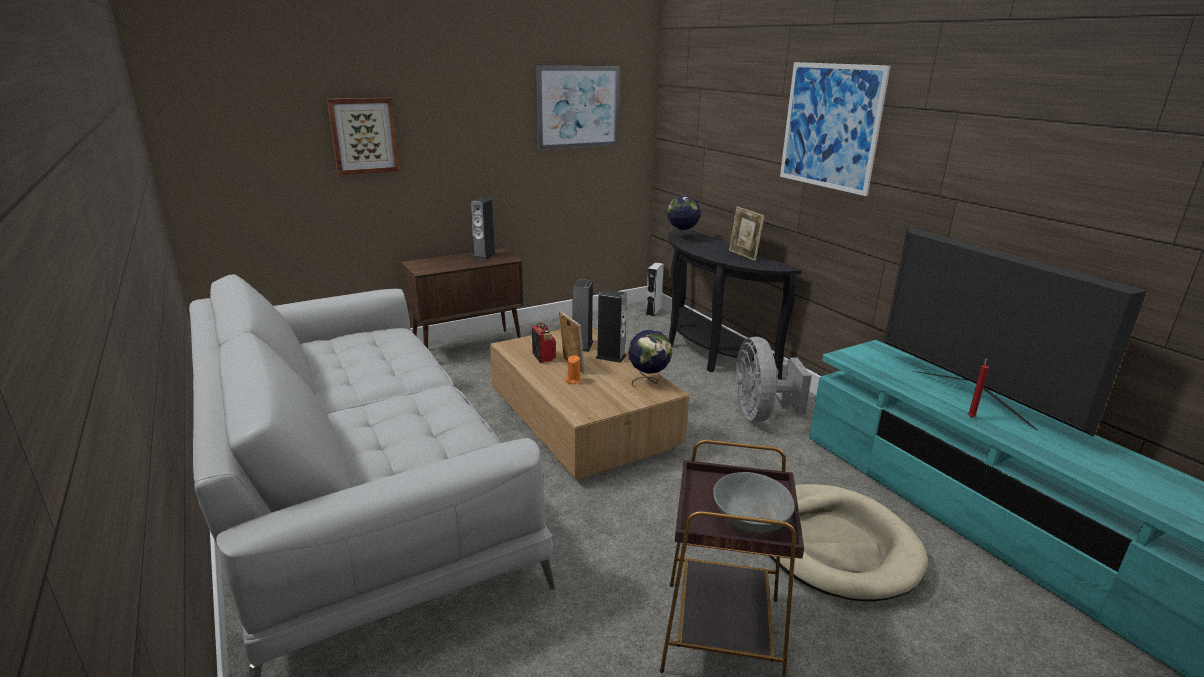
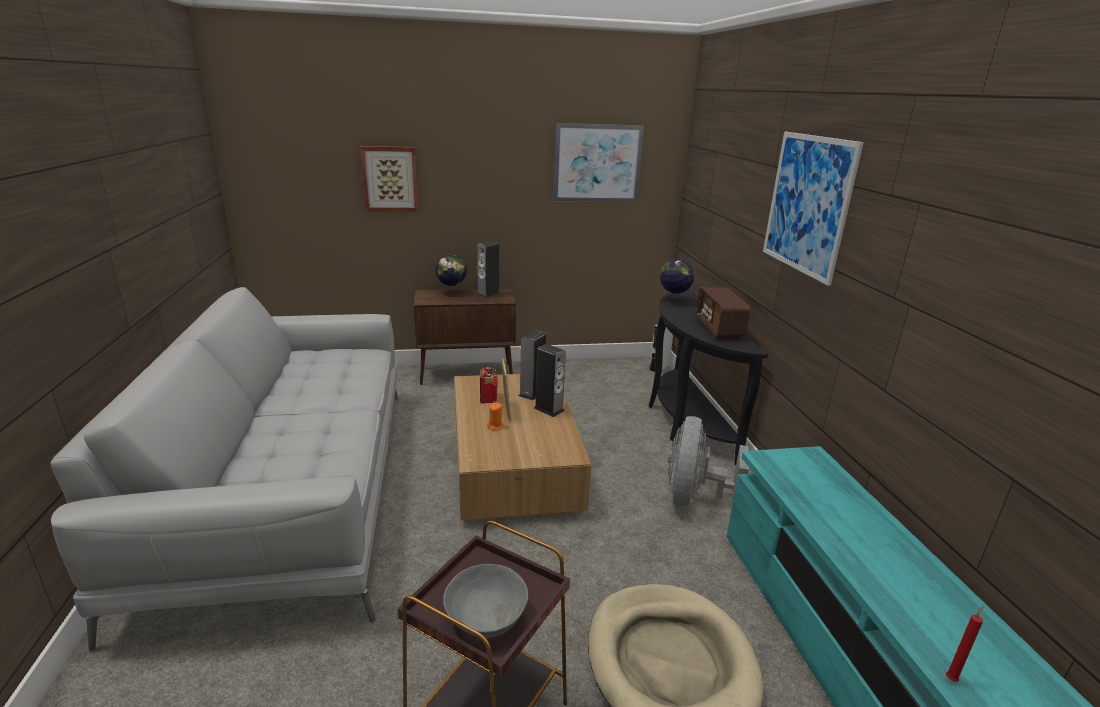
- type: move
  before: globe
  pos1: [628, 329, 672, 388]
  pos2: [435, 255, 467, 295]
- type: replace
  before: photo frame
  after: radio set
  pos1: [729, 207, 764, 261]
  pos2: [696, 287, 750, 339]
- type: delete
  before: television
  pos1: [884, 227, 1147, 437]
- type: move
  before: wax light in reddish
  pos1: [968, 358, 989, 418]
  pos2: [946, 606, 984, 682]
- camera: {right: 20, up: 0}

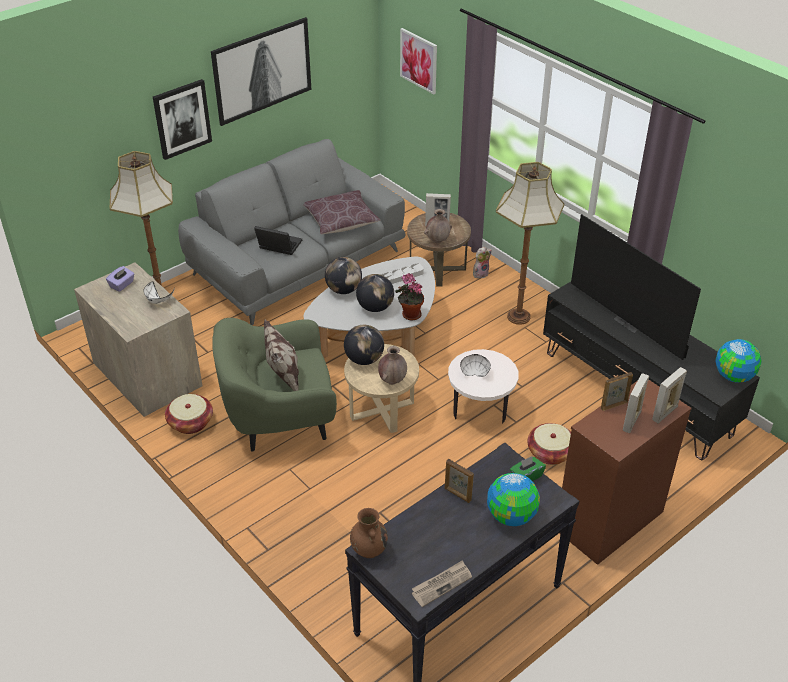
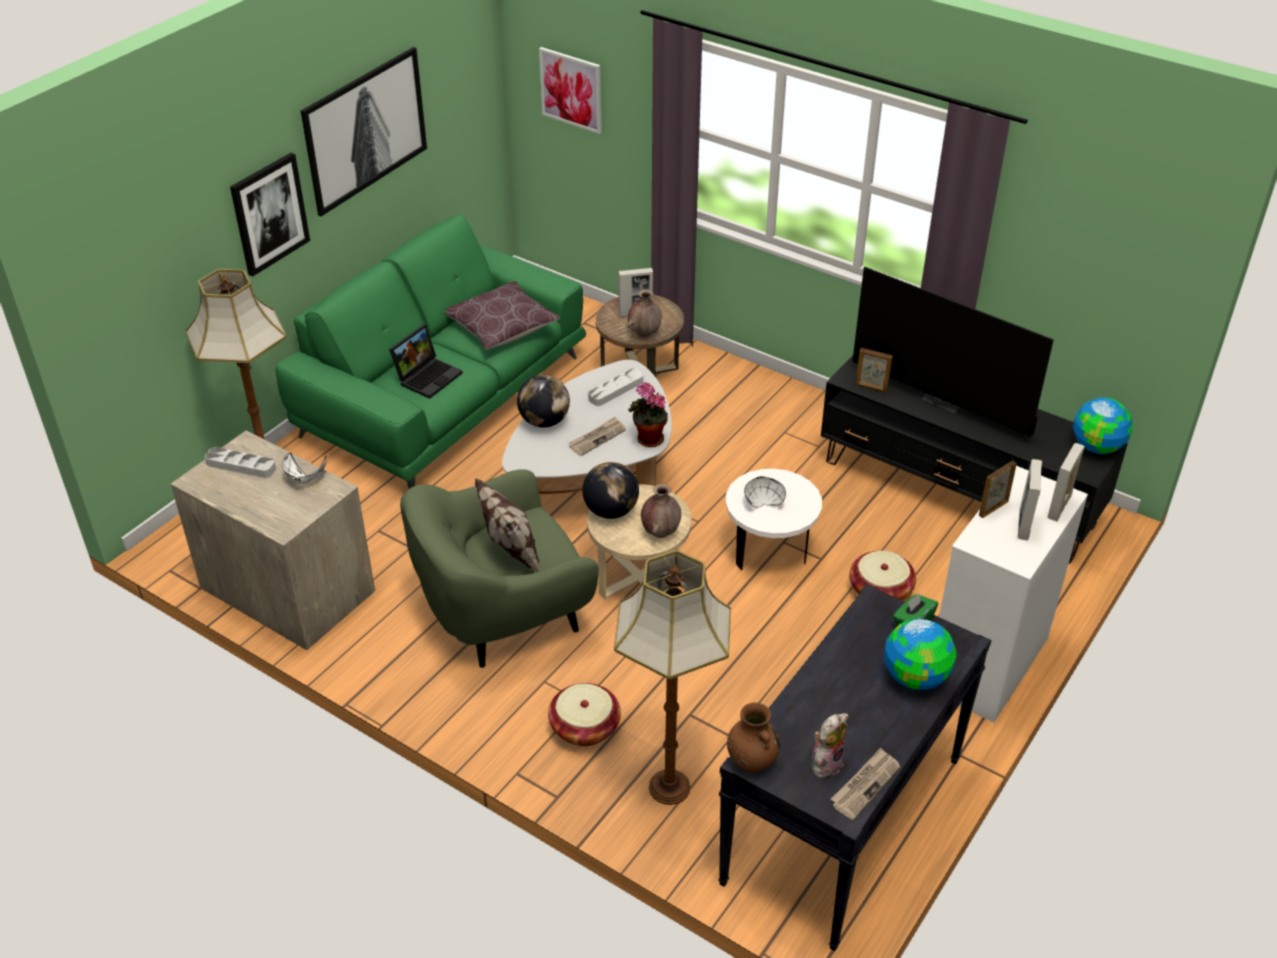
- type: replace
  before: tissue box in purple-coloured
  after: serving tray in greyish
  pos1: [106, 266, 134, 292]
  pos2: [205, 447, 276, 478]
- type: move
  before: basket
  pos1: [165, 394, 213, 434]
  pos2: [548, 683, 621, 746]
- type: recolor
  before: sofa in greyish
  after: sofa in green
  pos1: [178, 139, 406, 325]
  pos2: [276, 216, 586, 489]
- type: rotate
  before: portable computer
  pos1: [254, 226, 302, 255]
  pos2: [389, 325, 463, 399]
  turn: 120
- type: replace
  before: globe
  after: printed paper
  pos1: [356, 274, 394, 312]
  pos2: [569, 417, 626, 456]
- type: move
  before: photo frame
  pos1: [445, 459, 474, 503]
  pos2: [855, 348, 893, 392]
- type: move
  before: plush toy
  pos1: [473, 247, 492, 278]
  pos2: [811, 713, 848, 778]
- type: move
  before: standing lamp
  pos1: [496, 162, 564, 325]
  pos2: [614, 550, 731, 805]
- type: recolor
  before: chest of drawers in brown
  after: chest of drawers in whitish
  pos1: [559, 380, 692, 565]
  pos2: [939, 466, 1088, 723]
- camera: {right: -15, up: 0}

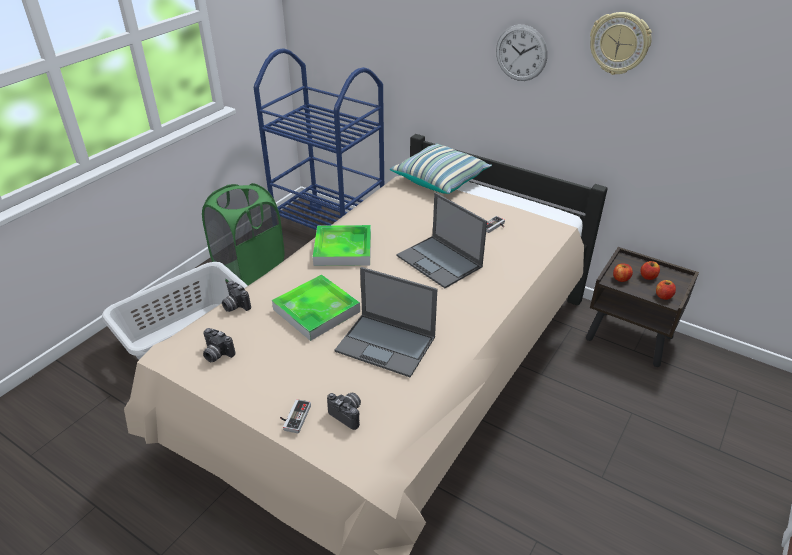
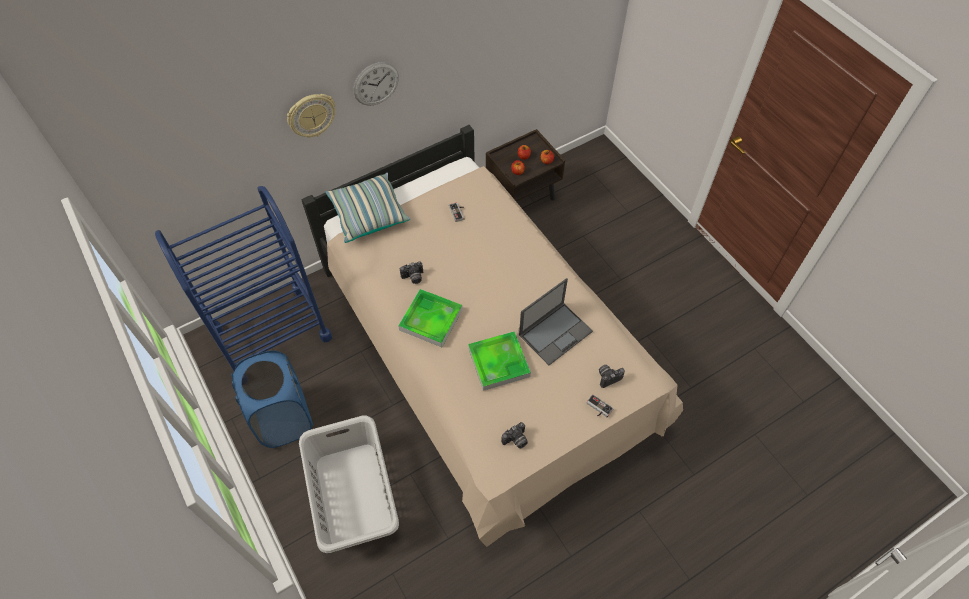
- type: recolor
  before: laundry basket in green
  after: laundry basket in blue-coloured
  pos1: [202, 183, 284, 285]
  pos2: [231, 351, 313, 448]
- type: move
  before: photo camera
  pos1: [222, 281, 251, 312]
  pos2: [400, 261, 423, 284]
- type: delete
  before: portable computer
  pos1: [397, 192, 487, 288]
- type: move
  before: wall clock
  pos1: [590, 12, 652, 75]
  pos2: [287, 94, 336, 137]
- camera: {right: -65, up: 20}

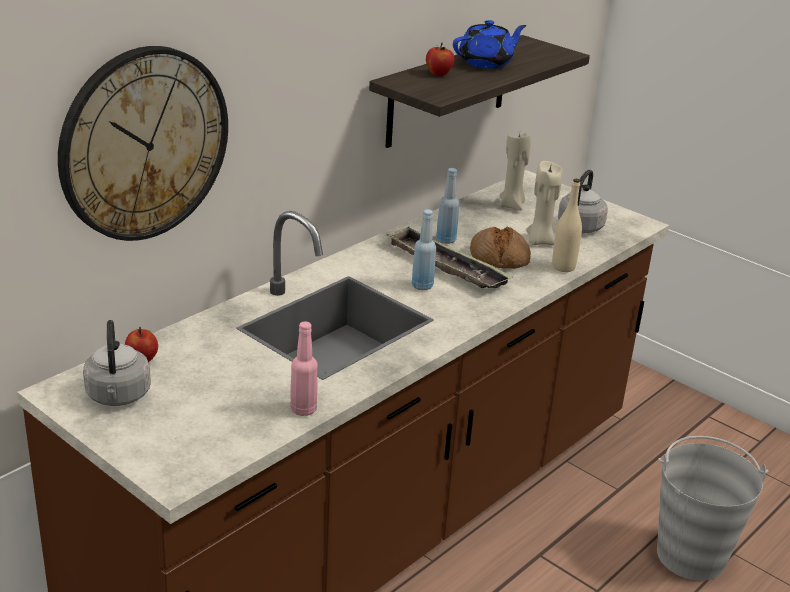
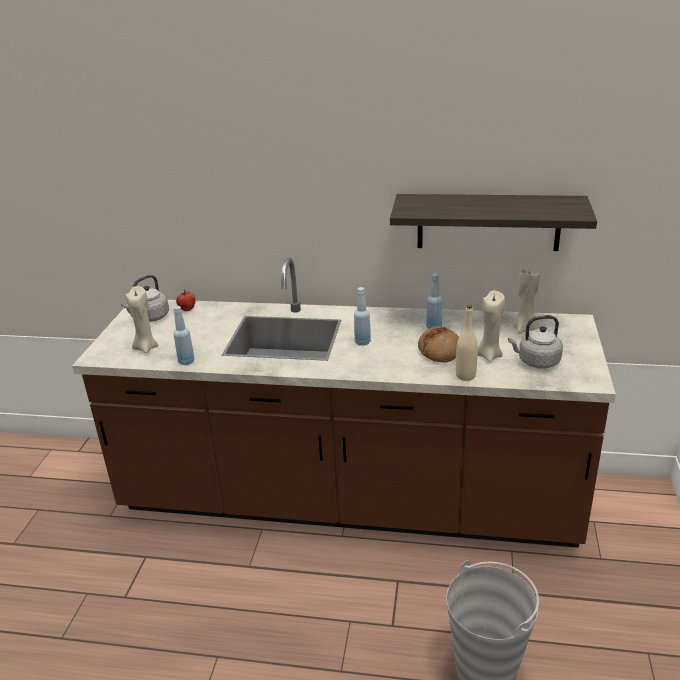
- type: delete
  before: wall clock
  pos1: [58, 46, 228, 241]
- type: recolor
  before: drink bottle in pink
  after: drink bottle in blue-coloured
  pos1: [290, 322, 318, 416]
  pos2: [173, 306, 195, 365]
- type: delete
  before: serving tray
  pos1: [386, 227, 513, 288]
- type: delete
  before: apple fruit
  pos1: [426, 43, 455, 76]
- type: delete
  before: tea pot in blue-coloured
  pos1: [453, 20, 527, 69]
- type: insert
  after: wax light in beige-coloured
  pos2: [126, 286, 158, 353]
- camera: {right: 60, up: 0}

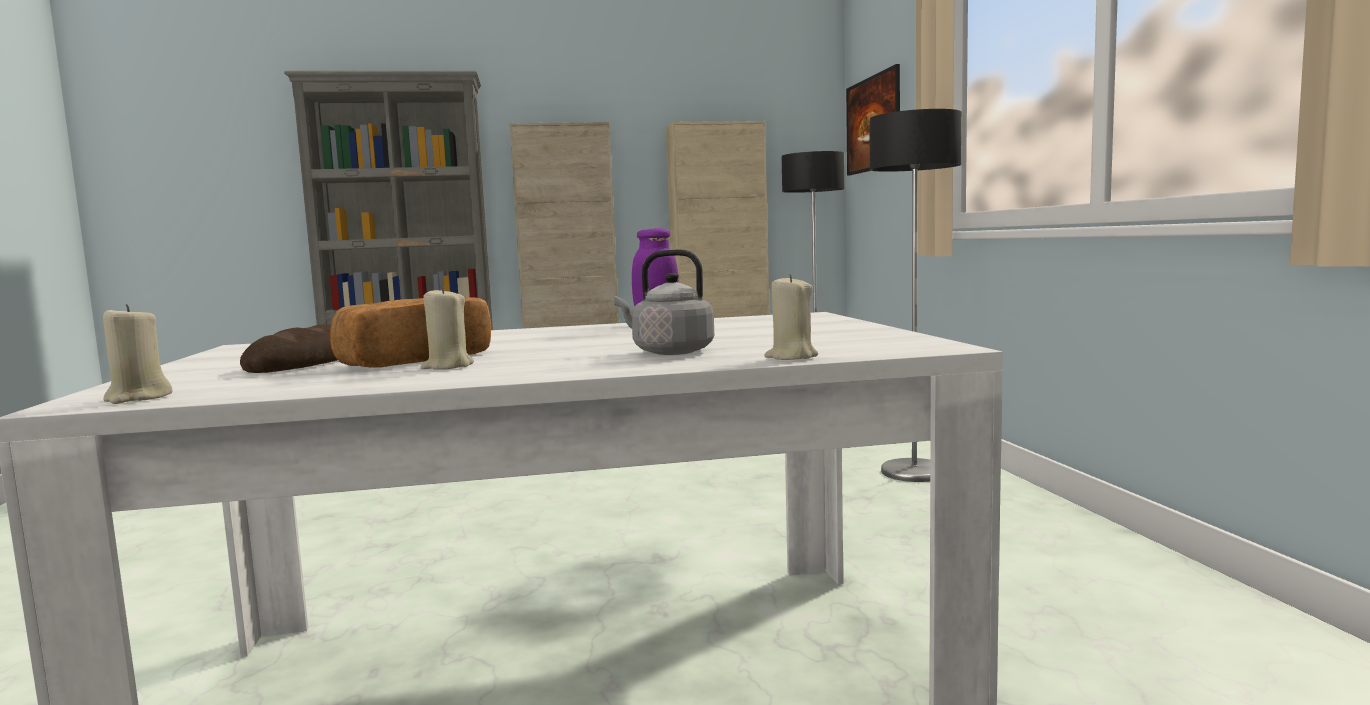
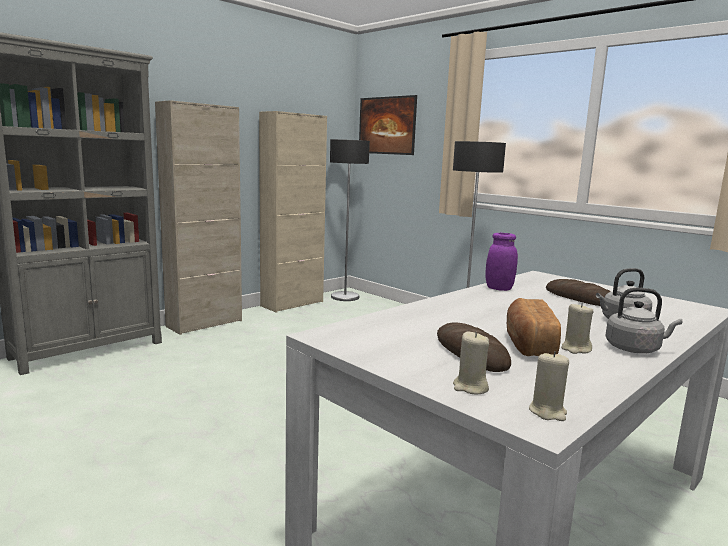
- type: move
  before: wax light in beige-coloured
  pos1: [764, 274, 818, 360]
  pos2: [453, 331, 489, 394]
- type: insert
  after: bread
  pos2: [546, 279, 611, 306]
- type: insert
  after: tea kettle in greyish
  pos2: [605, 288, 683, 353]
- camera: {right: -35, up: 5}

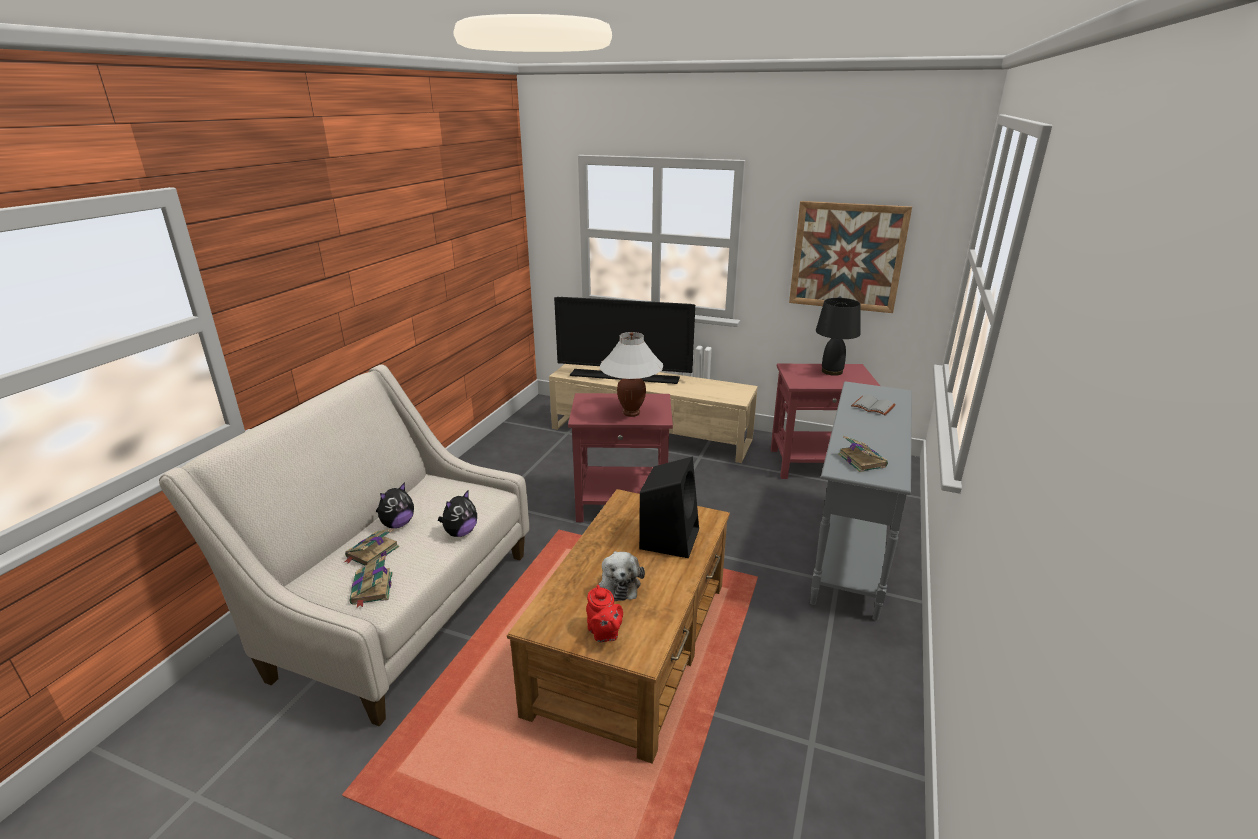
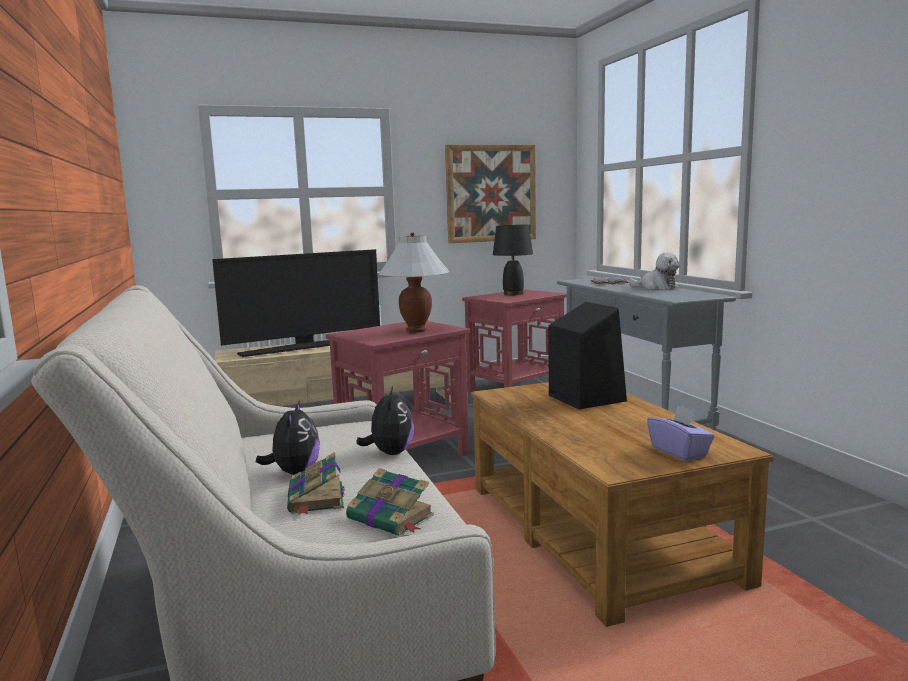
- type: replace
  before: tea pot in reddish
  after: tissue box in purple-coloured
  pos1: [586, 585, 623, 643]
  pos2: [647, 405, 715, 461]
- type: move
  before: plush toy
  pos1: [598, 551, 645, 601]
  pos2: [629, 253, 680, 290]
- type: delete
  before: book
  pos1: [838, 436, 888, 472]
- camera: {right: -40, up: -15}

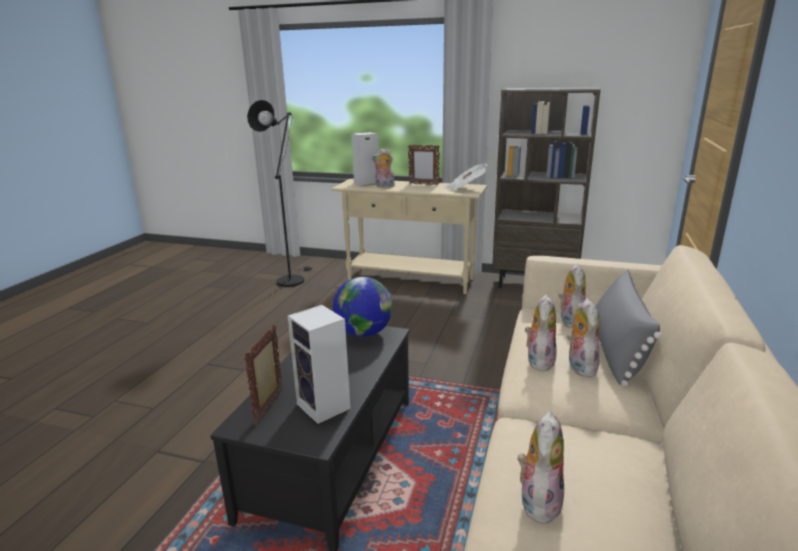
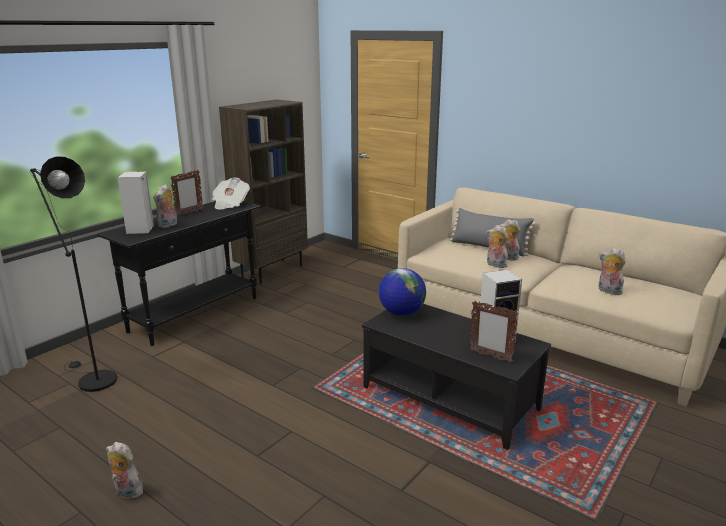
- type: recolor
  before: narrow table in beige-coloured
  after: narrow table in black
  pos1: [331, 179, 487, 294]
  pos2: [97, 201, 261, 346]
- type: move
  before: plush toy
  pos1: [558, 263, 586, 328]
  pos2: [106, 442, 143, 499]
- camera: {right: -70, up: 0}

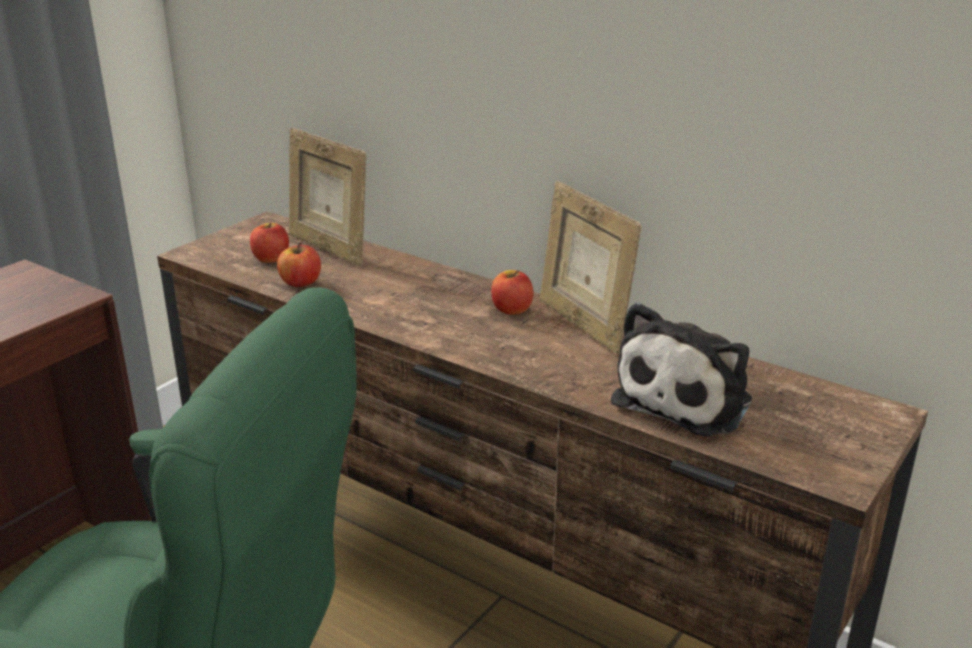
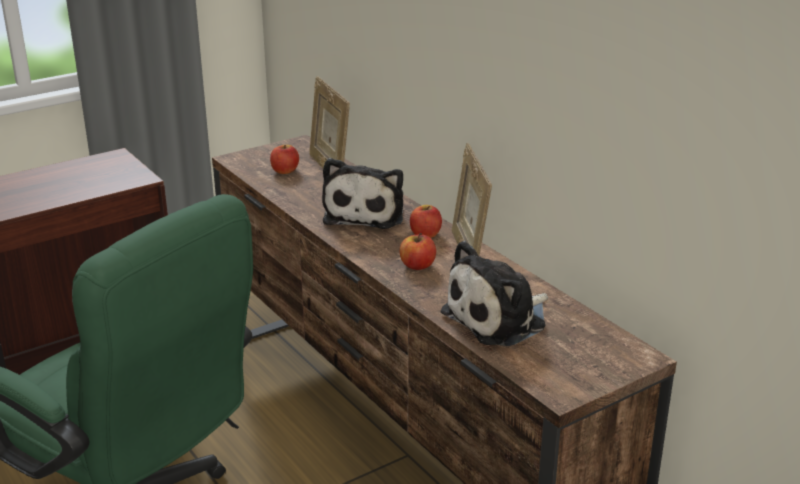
- type: move
  before: apple fruit
  pos1: [277, 243, 321, 287]
  pos2: [400, 233, 436, 270]
- type: insert
  after: plush toy
  pos2: [322, 158, 403, 229]
- camera: {right: 20, up: 0}

